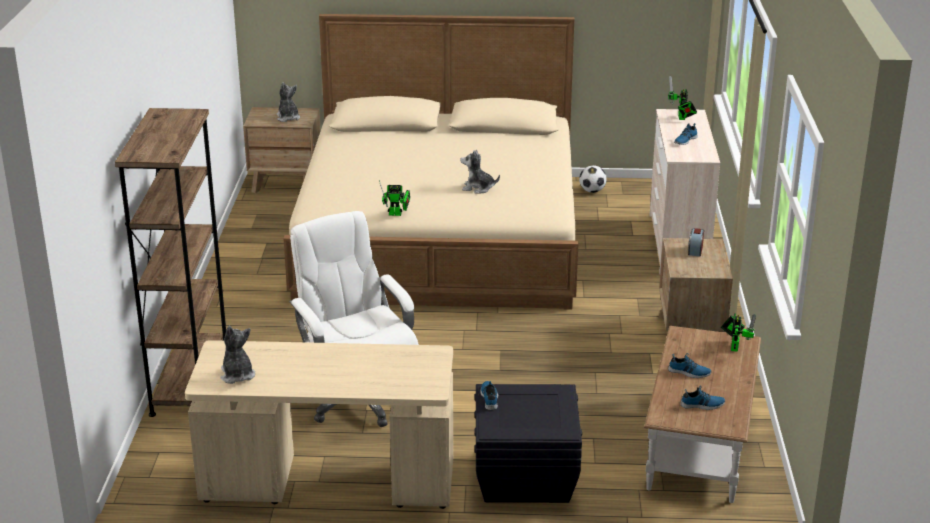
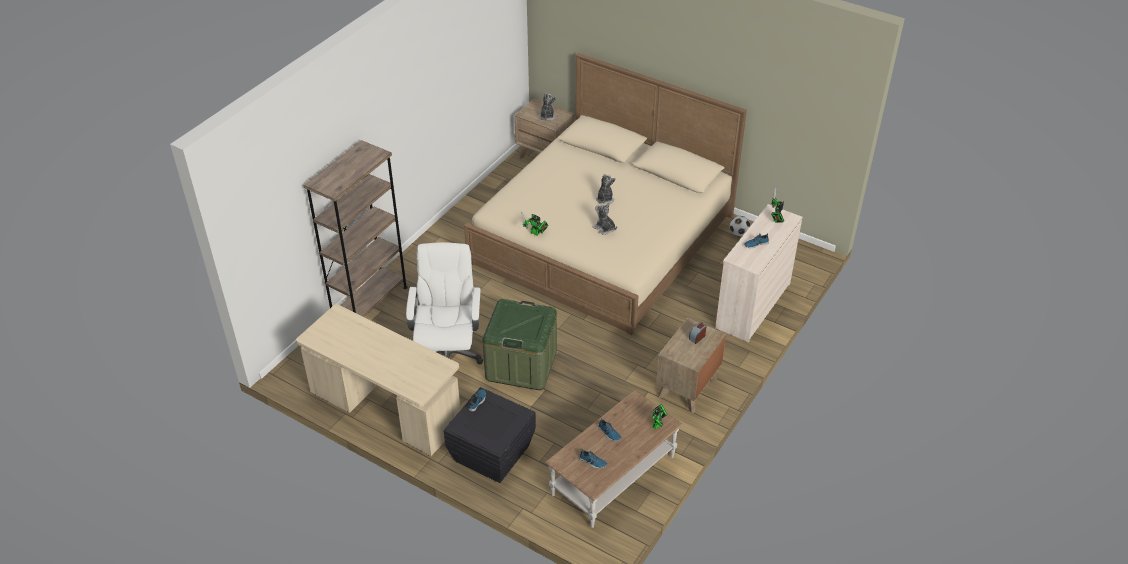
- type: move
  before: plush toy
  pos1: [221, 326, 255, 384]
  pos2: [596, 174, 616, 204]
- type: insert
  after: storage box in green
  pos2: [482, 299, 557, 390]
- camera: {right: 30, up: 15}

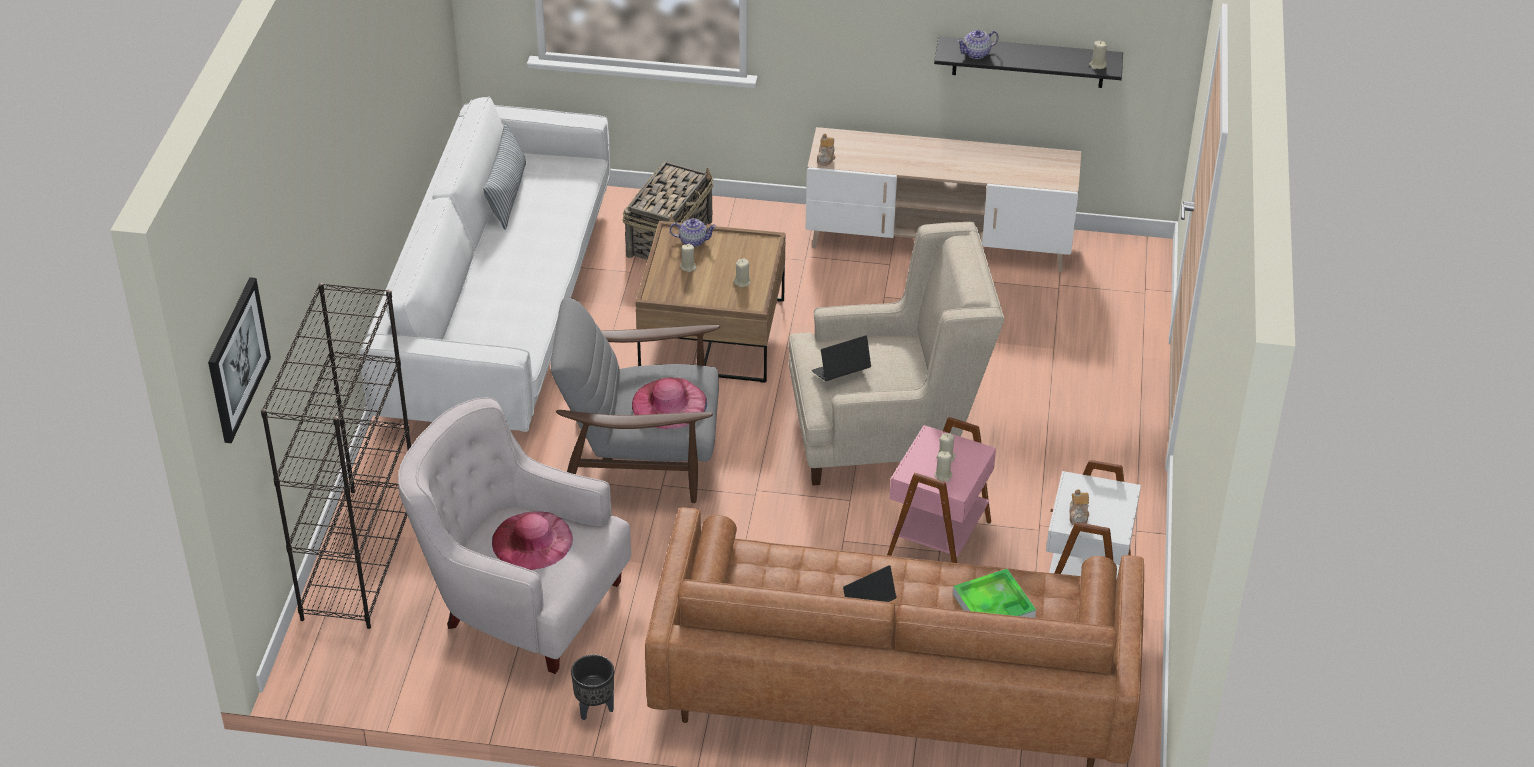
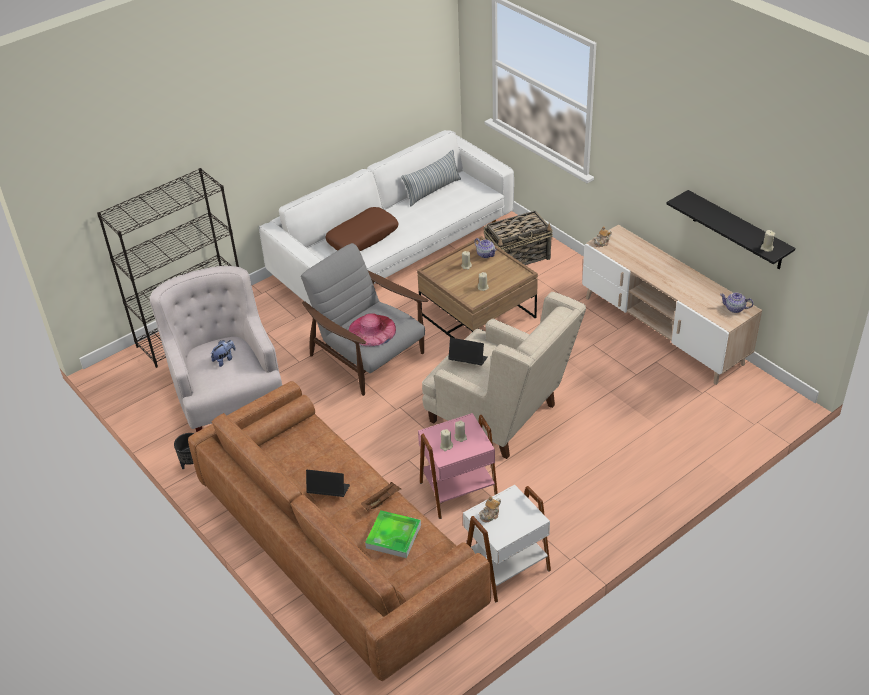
- type: delete
  before: wall art
  pos1: [208, 277, 271, 443]
- type: replace
  before: wearable hat in pink
  after: plush toy
  pos1: [492, 511, 573, 570]
  pos2: [211, 340, 236, 367]
- type: move
  before: tea pot
  pos1: [957, 30, 999, 59]
  pos2: [720, 292, 753, 313]
- type: insert
  after: pillow in brown
  pos2: [325, 207, 398, 251]
- type: insert
  after: serving tray in brown
  pos2: [361, 482, 402, 511]
- camera: {right: 45, up: 0}

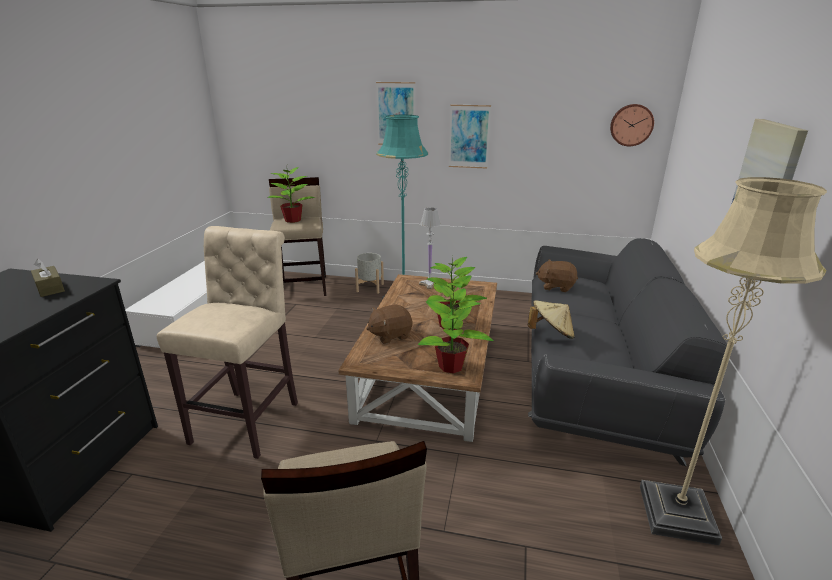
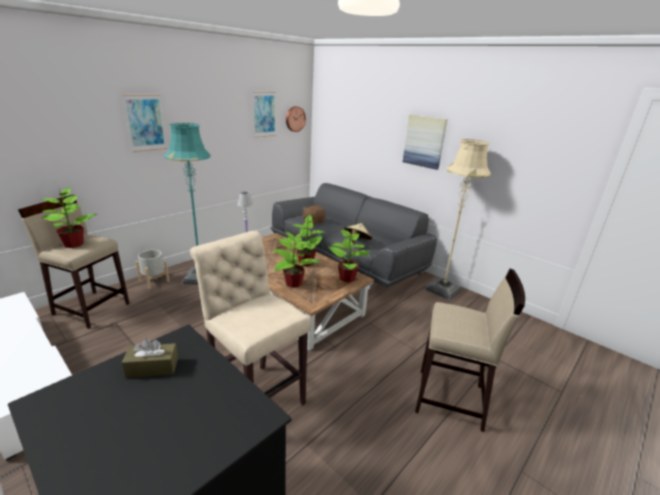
- type: replace
  before: plush toy in brown
  after: houseplant
  pos1: [367, 304, 412, 344]
  pos2: [273, 231, 319, 288]
- type: move
  before: wall art
  pos1: [449, 105, 491, 169]
  pos2: [252, 92, 276, 138]
- camera: {right: -60, up: 0}

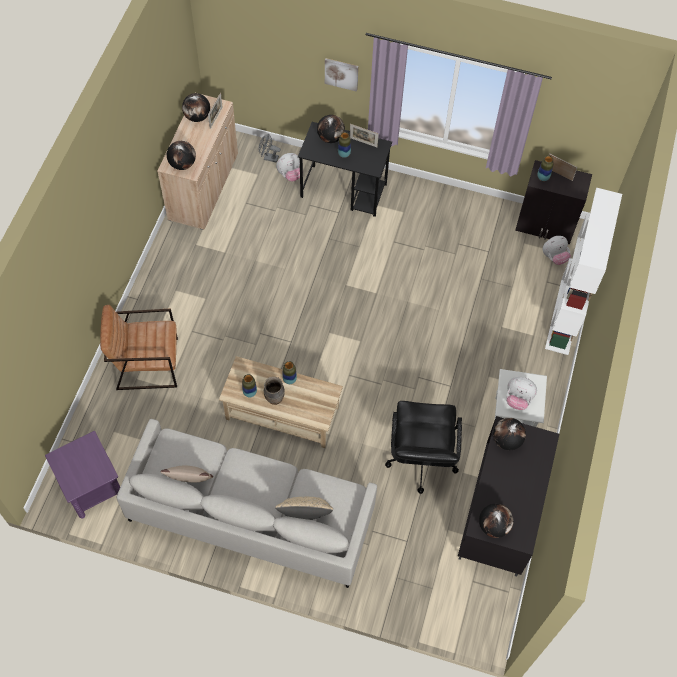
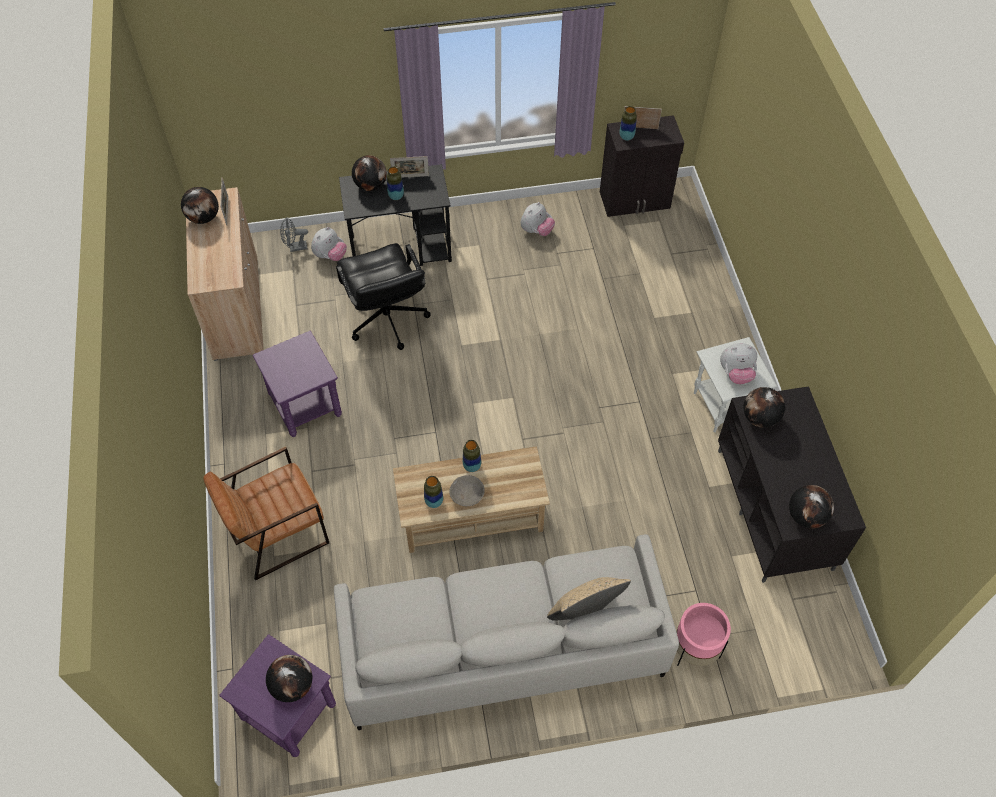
- type: delete
  before: pillow in beige-coloured
  pos1: [160, 466, 213, 482]
- type: move
  before: globe
  pos1: [167, 141, 196, 170]
  pos2: [266, 655, 312, 702]
- type: replace
  before: decorative vase in brown
  after: bowl in greyish
  pos1: [264, 377, 285, 405]
  pos2: [449, 475, 485, 506]
- type: delete
  before: wall art
  pos1: [325, 58, 359, 92]
- type: move
  before: computer chair in black
  pos1: [385, 401, 462, 494]
  pos2: [336, 243, 431, 350]
- type: move
  before: plush toy
  pos1: [543, 236, 571, 265]
  pos2: [521, 202, 555, 236]
- type: delete
  before: shelving unit in whitish
  pos1: [545, 188, 622, 355]
- type: insert
  after: end table in purple-coloured
  pos2: [253, 331, 342, 437]
- type: insert
  after: plant pot in pink
  pos2: [676, 603, 731, 666]
- camera: {right: -25, up: -5}

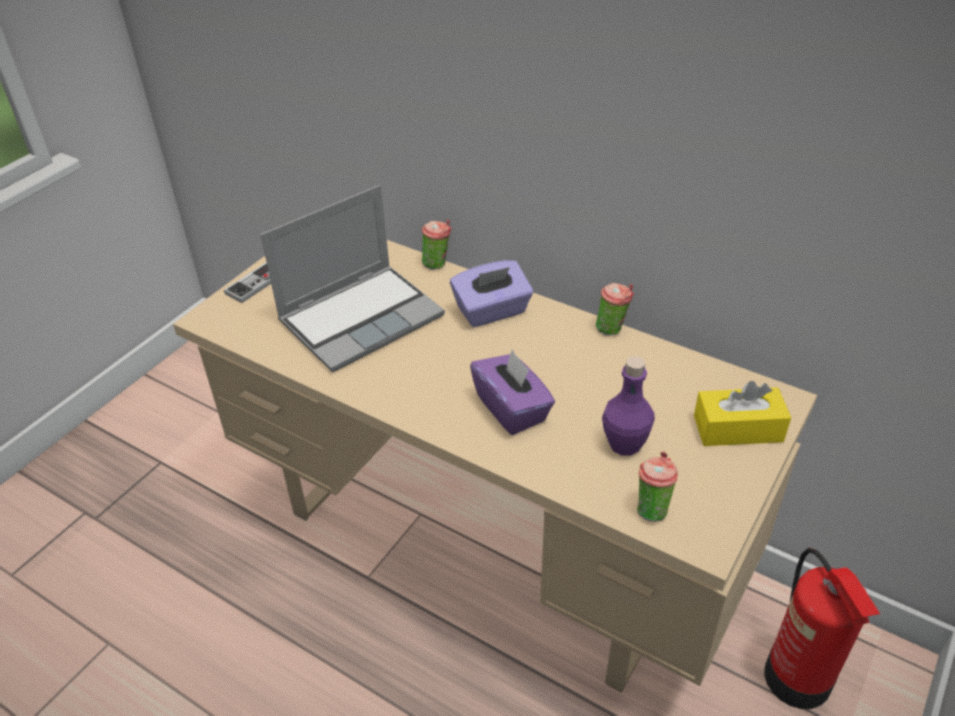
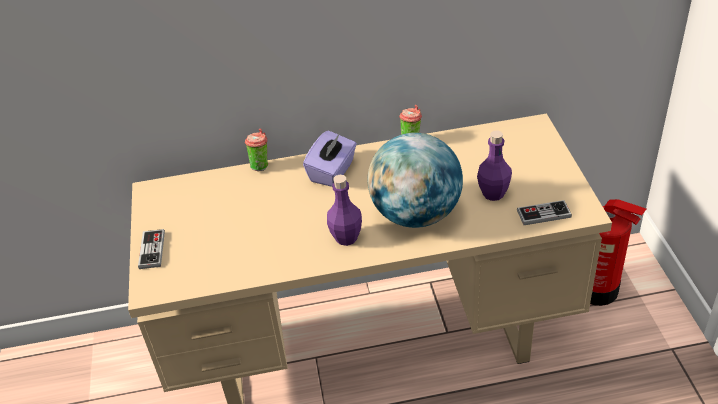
- type: delete
  before: portable computer
  pos1: [260, 185, 445, 372]
- type: replace
  before: tissue box in purple-coloured
  after: globe
  pos1: [470, 349, 555, 435]
  pos2: [367, 133, 463, 228]
- type: replace
  before: drinking cup
  after: gamepad
  pos1: [637, 451, 678, 522]
  pos2: [517, 200, 572, 225]
- type: delete
  before: tissue box in yellow
  pos1: [694, 381, 791, 446]
- type: insert
  after: drink bottle in purple-coloured
  pos2: [327, 175, 362, 246]
- camera: {right: -40, up: 0}

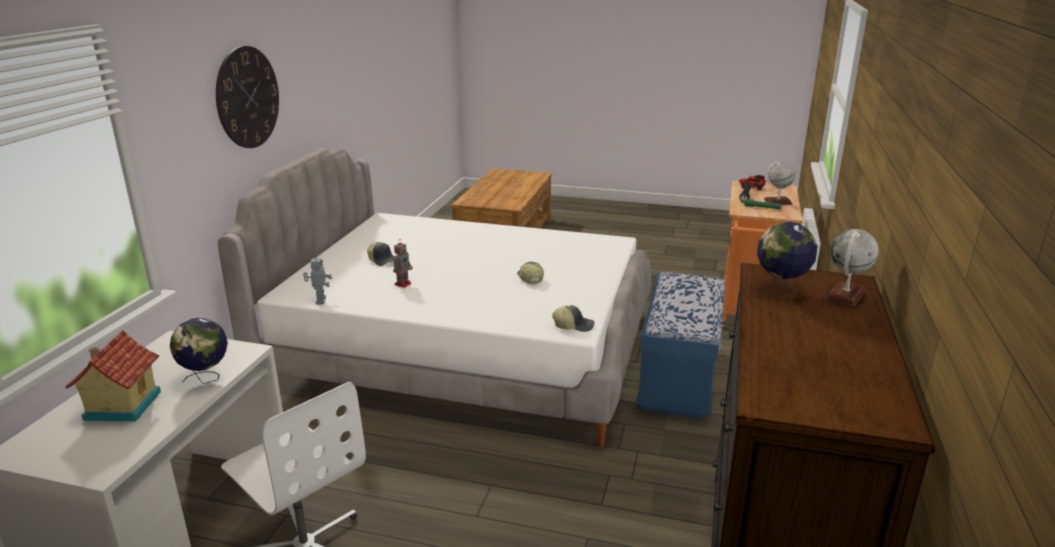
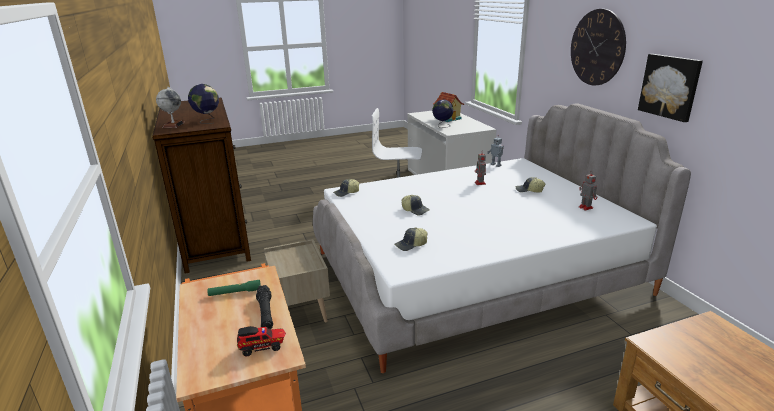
- type: replace
  before: long seat in blue-coloured
  after: night table in beige-coloured
  pos1: [636, 272, 725, 419]
  pos2: [264, 239, 330, 323]
- type: delete
  before: globe
  pos1: [764, 161, 796, 205]
- type: insert
  after: peaked cap
  pos2: [395, 227, 427, 251]
- type: insert
  after: toy robot
  pos2: [579, 172, 597, 210]
- type: insert
  after: wall art
  pos2: [638, 54, 703, 122]
- camera: {right: 145, up: 0}

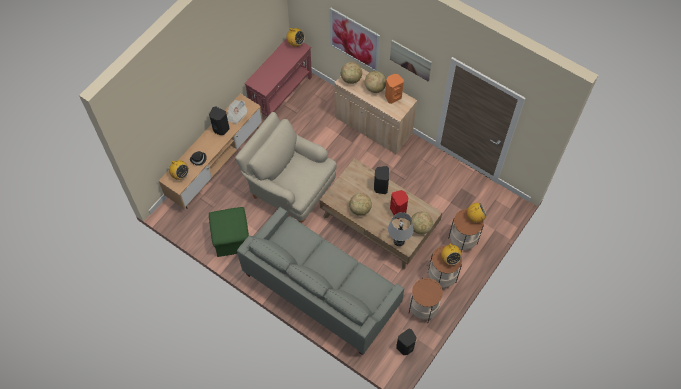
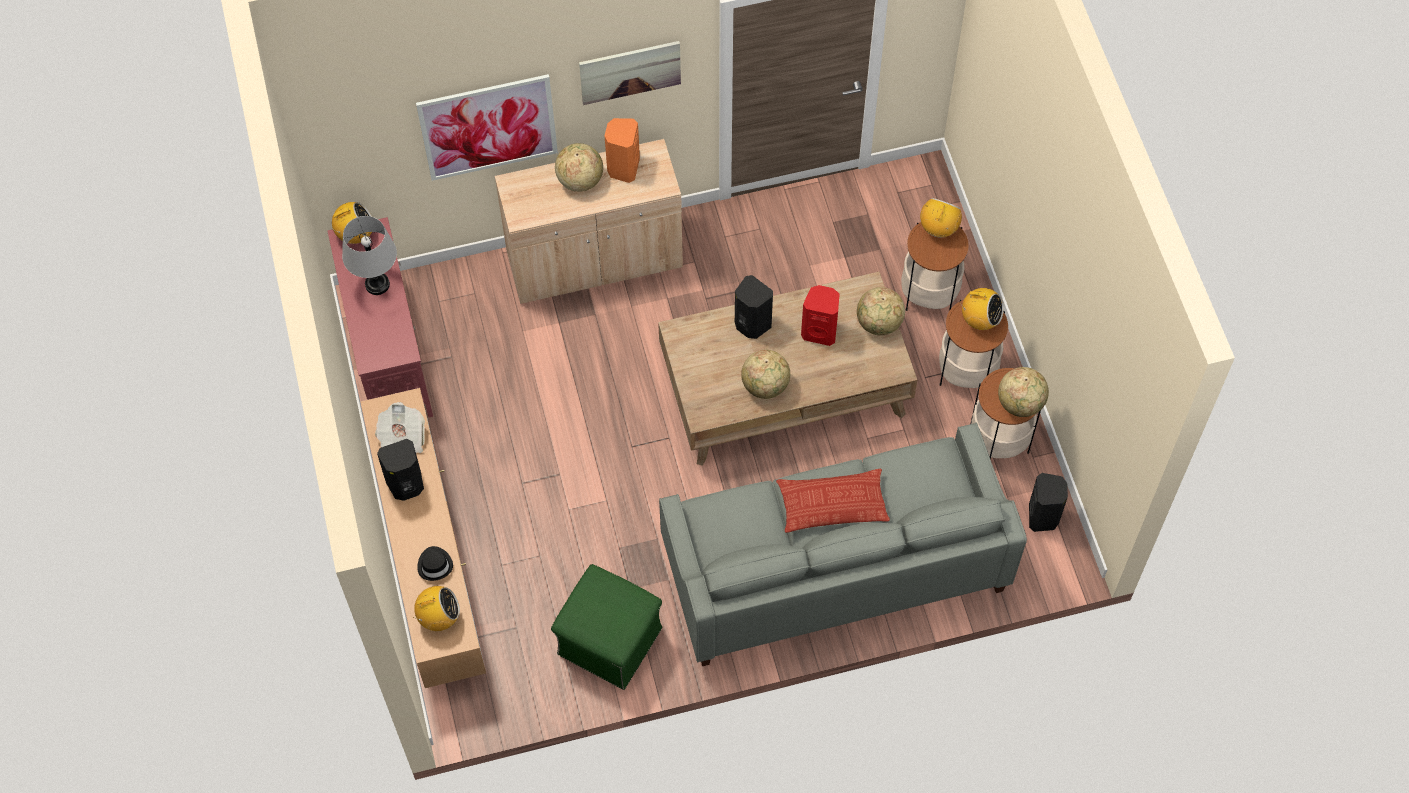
- type: delete
  before: easy chair in beige-coloured
  pos1: [235, 112, 336, 222]
- type: move
  before: globe
  pos1: [341, 62, 362, 84]
  pos2: [998, 367, 1049, 417]
- type: move
  before: table lamp in greyish
  pos1: [388, 212, 414, 246]
  pos2: [342, 216, 397, 295]
- type: insert
  after: pillow
  pos2: [776, 469, 890, 533]
- camera: {right: -50, up: 0}

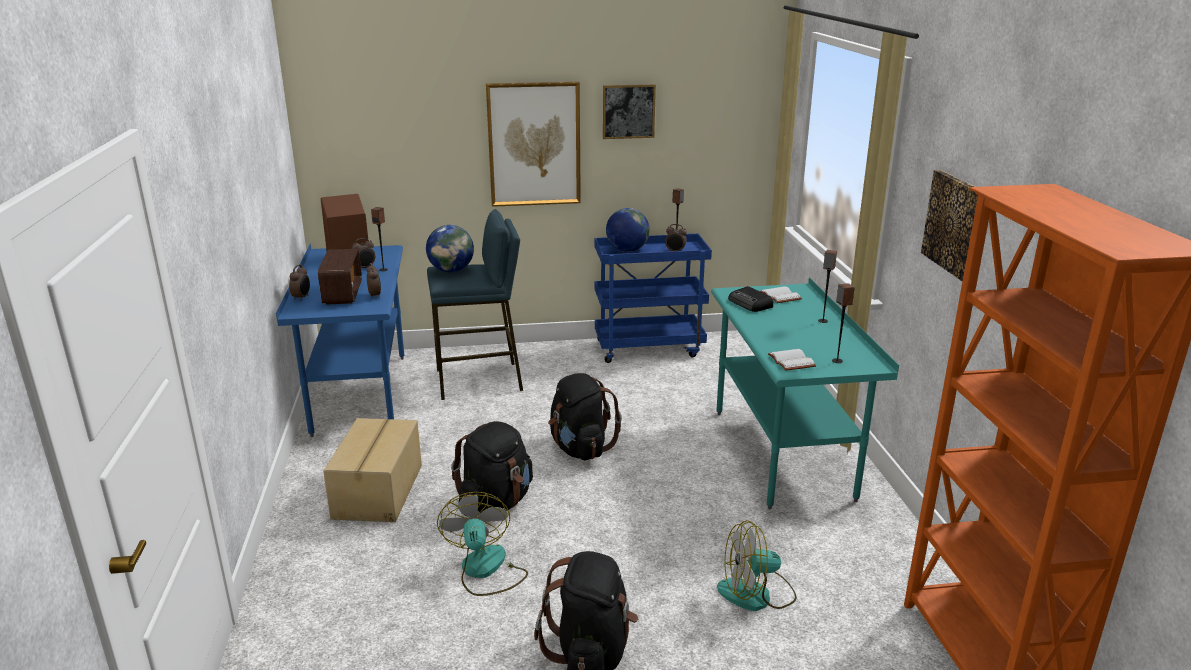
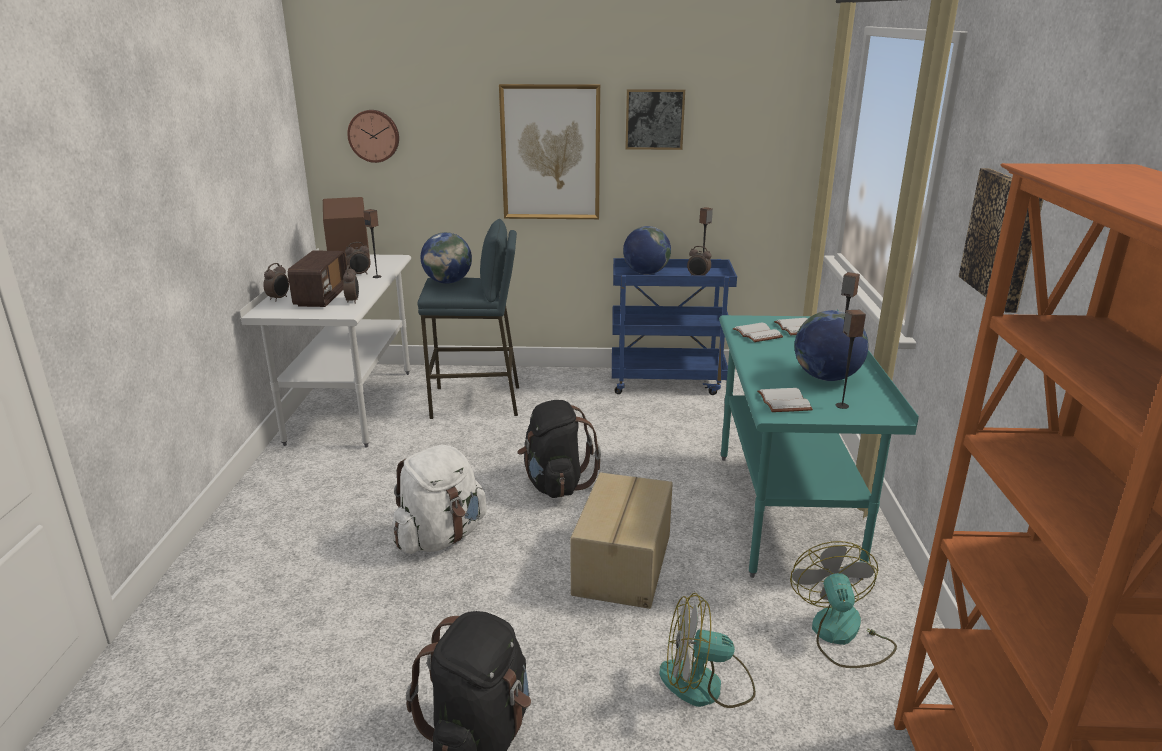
- type: recolor
  before: desk unit in blue-coloured
  after: desk unit in whitish
  pos1: [276, 243, 404, 437]
  pos2: [239, 248, 411, 447]
- type: move
  before: cardboard box
  pos1: [323, 418, 422, 522]
  pos2: [570, 472, 673, 609]
- type: move
  before: cooling fan
  pos1: [437, 492, 528, 596]
  pos2: [790, 541, 897, 668]
- type: recolor
  before: backpack in black
  after: backpack in whitish
  pos1: [451, 421, 533, 516]
  pos2: [392, 445, 487, 554]
- type: replace
  before: radio set
  after: book in whitish
  pos1: [728, 286, 773, 312]
  pos2: [733, 323, 783, 342]
- type: insert
  after: wall clock
  pos2: [347, 110, 399, 163]
- type: insert
  after: globe
  pos2: [795, 310, 868, 381]
- camera: {right: 10, up: 0}

